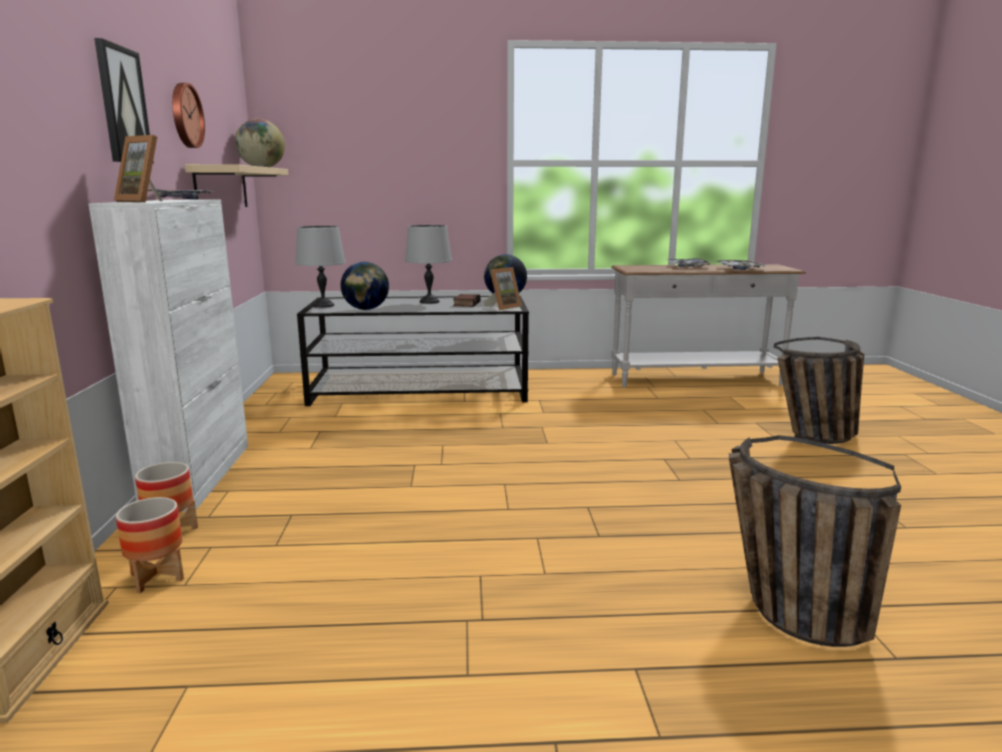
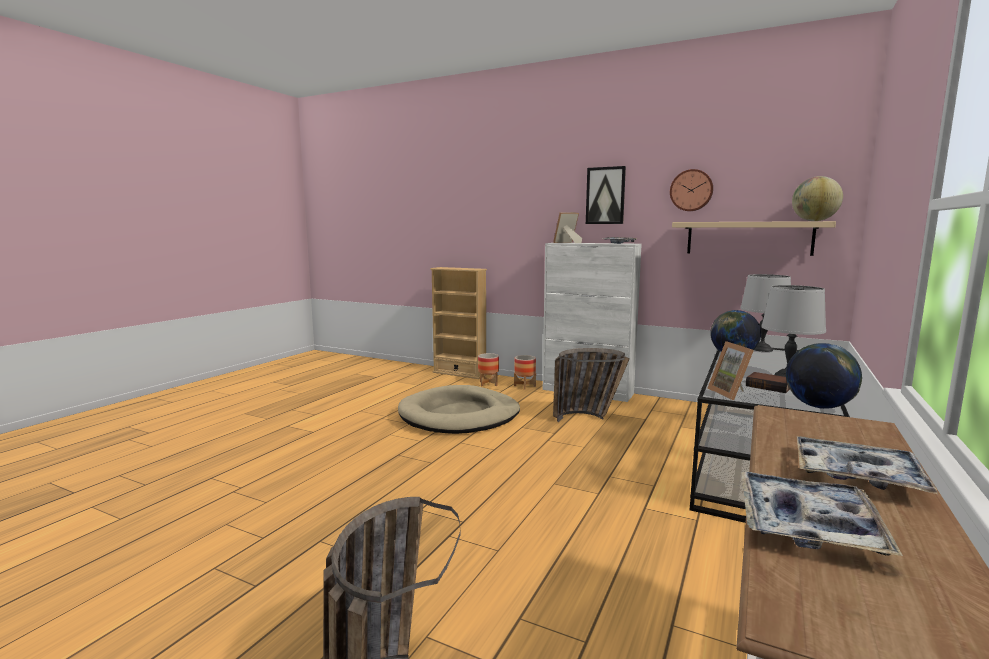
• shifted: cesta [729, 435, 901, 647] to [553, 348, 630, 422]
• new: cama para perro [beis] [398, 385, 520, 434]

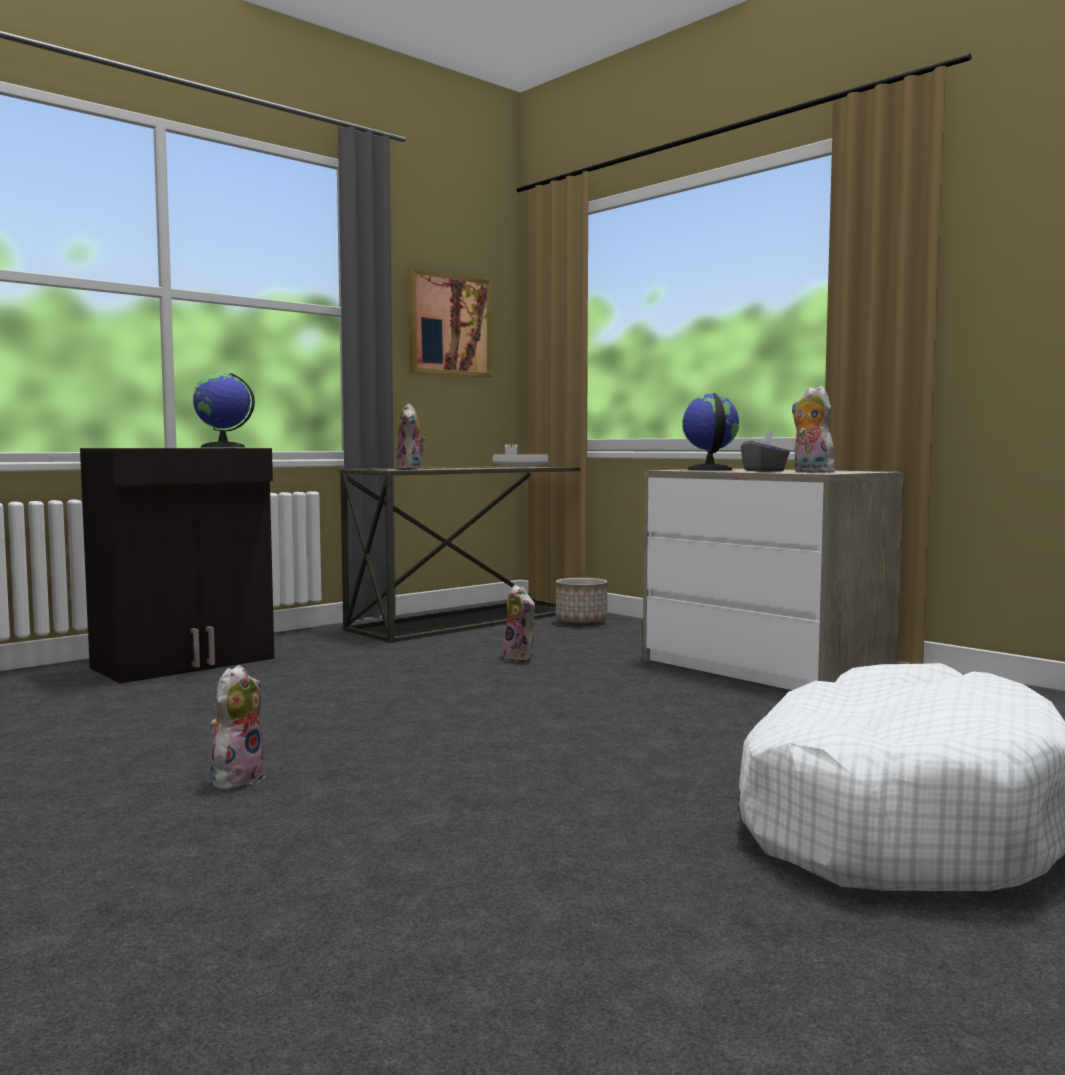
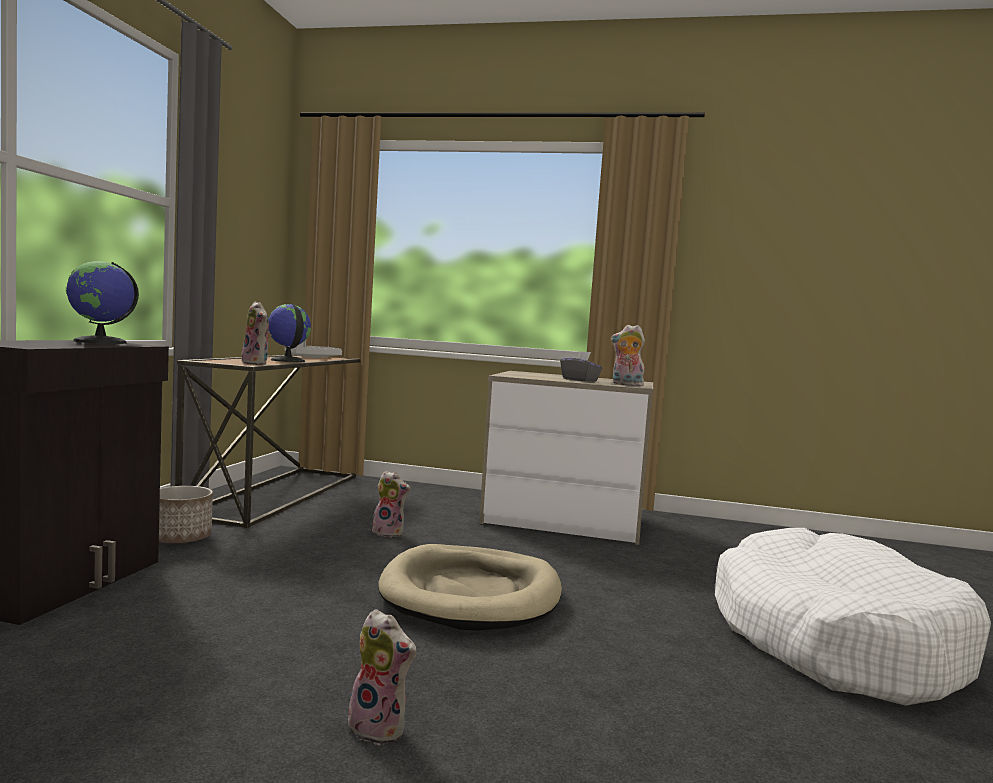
• rotated: peluche [210, 665, 265, 791] = [346, 609, 416, 745] 135 degrees clockwise
• gone: cuadro [408, 269, 491, 377]
• shifted: maceta [556, 578, 607, 625] to [159, 486, 213, 544]
• shifted: globo terráqueo [682, 393, 739, 470] to [268, 304, 311, 362]
• new: cama para perro [beis] [378, 544, 562, 631]

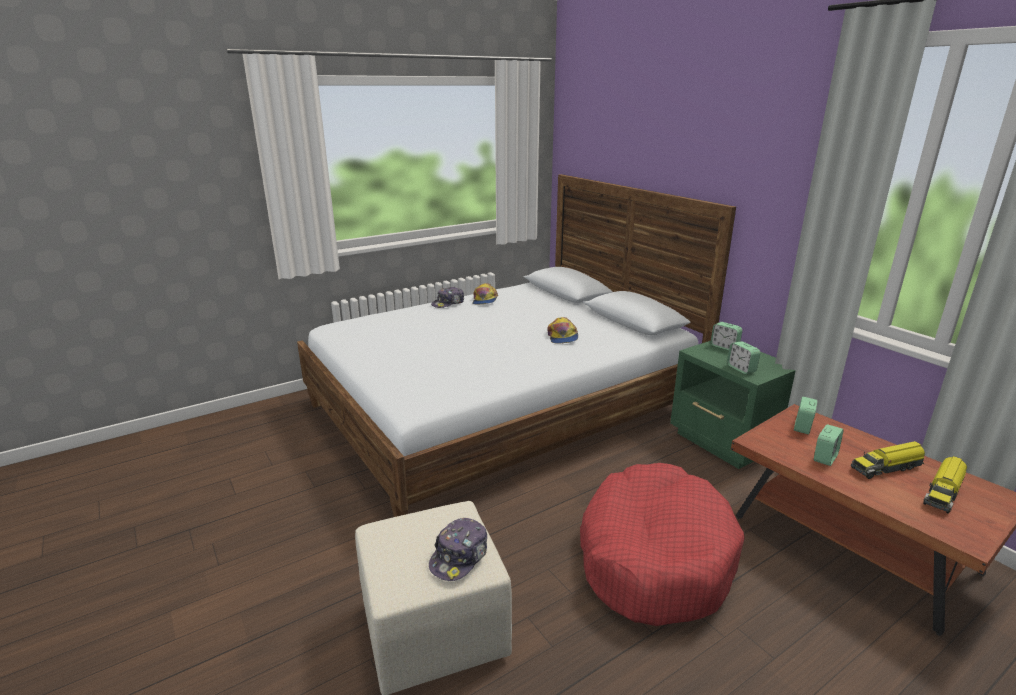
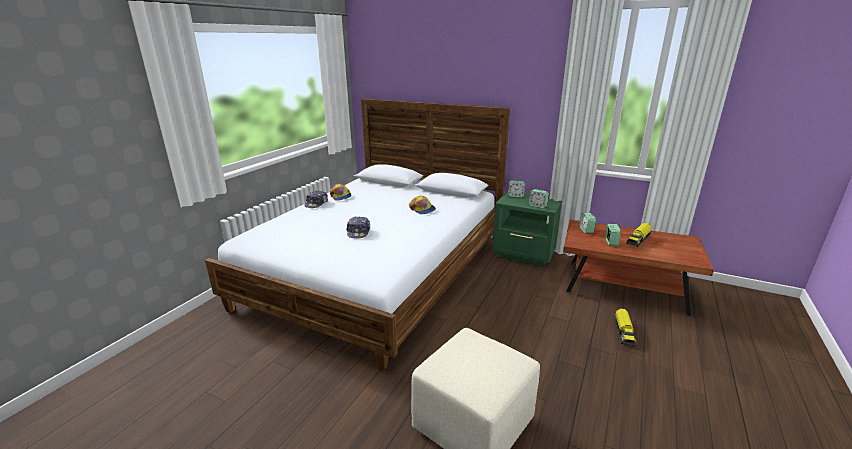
• shifted: gorra [429, 518, 487, 581] to [346, 217, 371, 239]
• gone: cama para perro [rojo] [580, 463, 745, 626]
• shifted: camión de juguete [923, 456, 967, 514] to [615, 308, 636, 346]

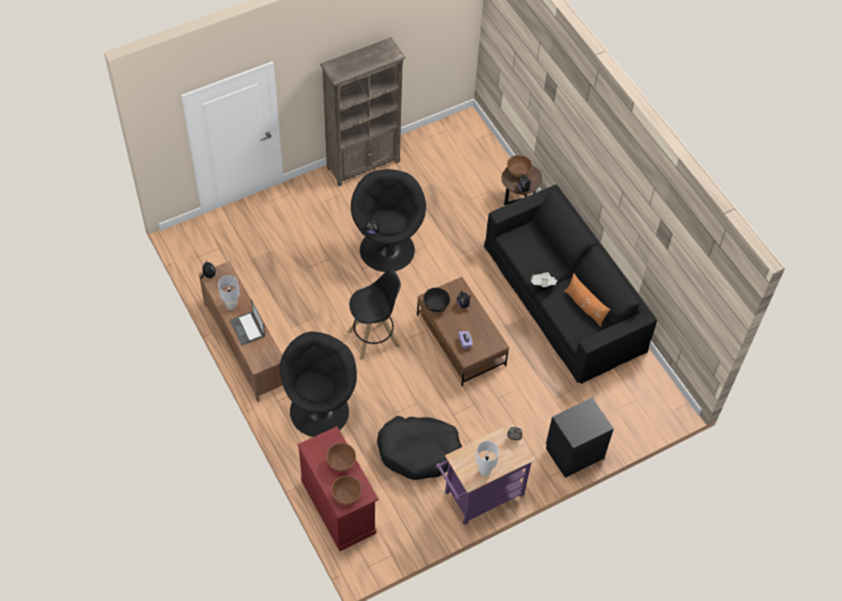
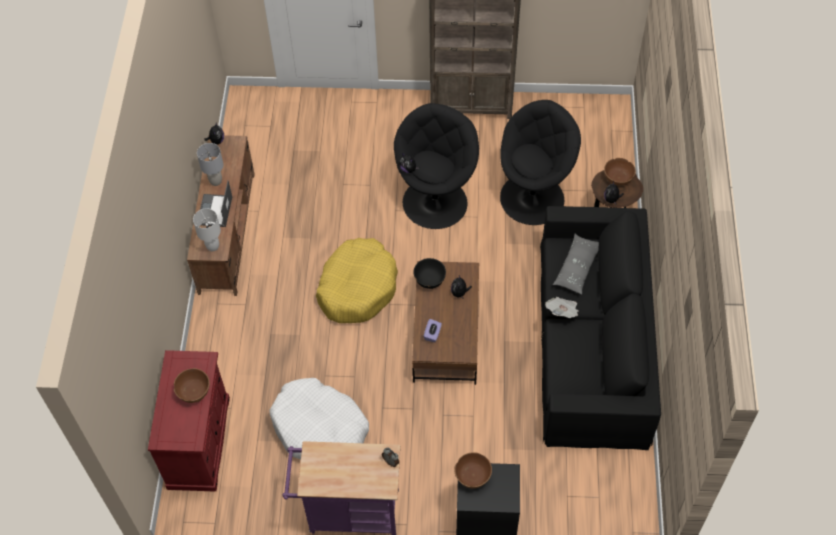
• shifted: sillón [negro] [279, 331, 357, 437] to [500, 100, 581, 225]
• shifted: cuenco [marrón] [332, 476, 362, 505] to [454, 452, 492, 489]
• swapped: taburete [negro] [348, 269, 401, 360] to cama para perro [amarillo] [316, 238, 398, 323]
• repainted: cama para perro [negro] [377, 416, 462, 480] to cama para perro [blanco] [269, 378, 369, 459]
• shifted: lámpara de mesa [blanco] [476, 441, 499, 476] to [193, 208, 221, 251]
• gone: cojín [naranja] [565, 274, 610, 327]
• new: cojín [gris] [553, 234, 599, 295]

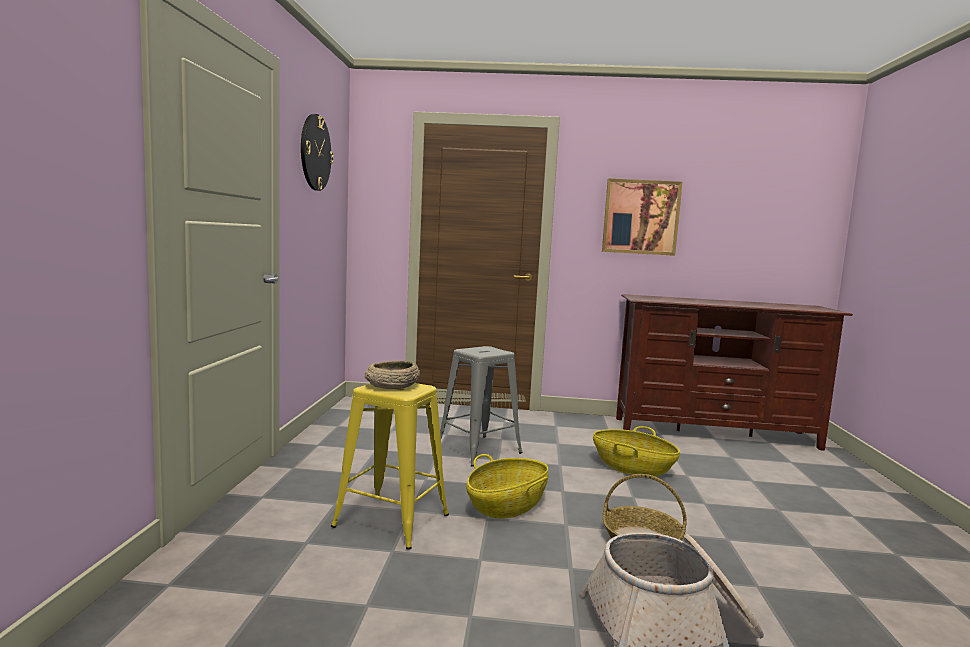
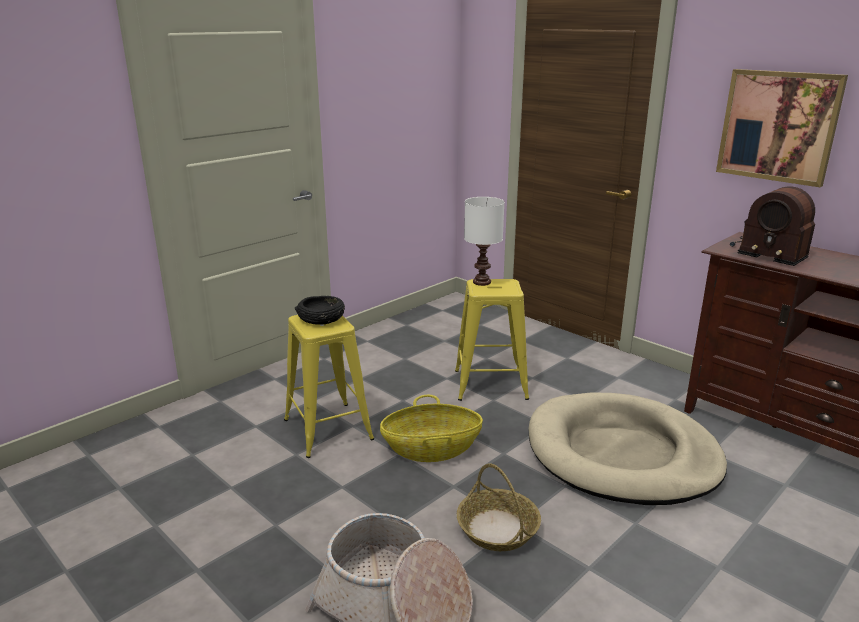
• gone: reloj de pared [301, 114, 334, 191]
• repainted: cuenco [beis] [365, 361, 420, 389] to cuenco [negro] [295, 296, 345, 325]
• repainted: taburete [gris] [440, 346, 523, 467] to taburete [amarillo] [455, 279, 529, 401]
• swapped: cesta [593, 426, 680, 477] to cama para perro [beis] [529, 393, 727, 505]
• new: lámpara de mesa [blanco] [464, 197, 505, 286]
• new: radio [730, 186, 815, 266]

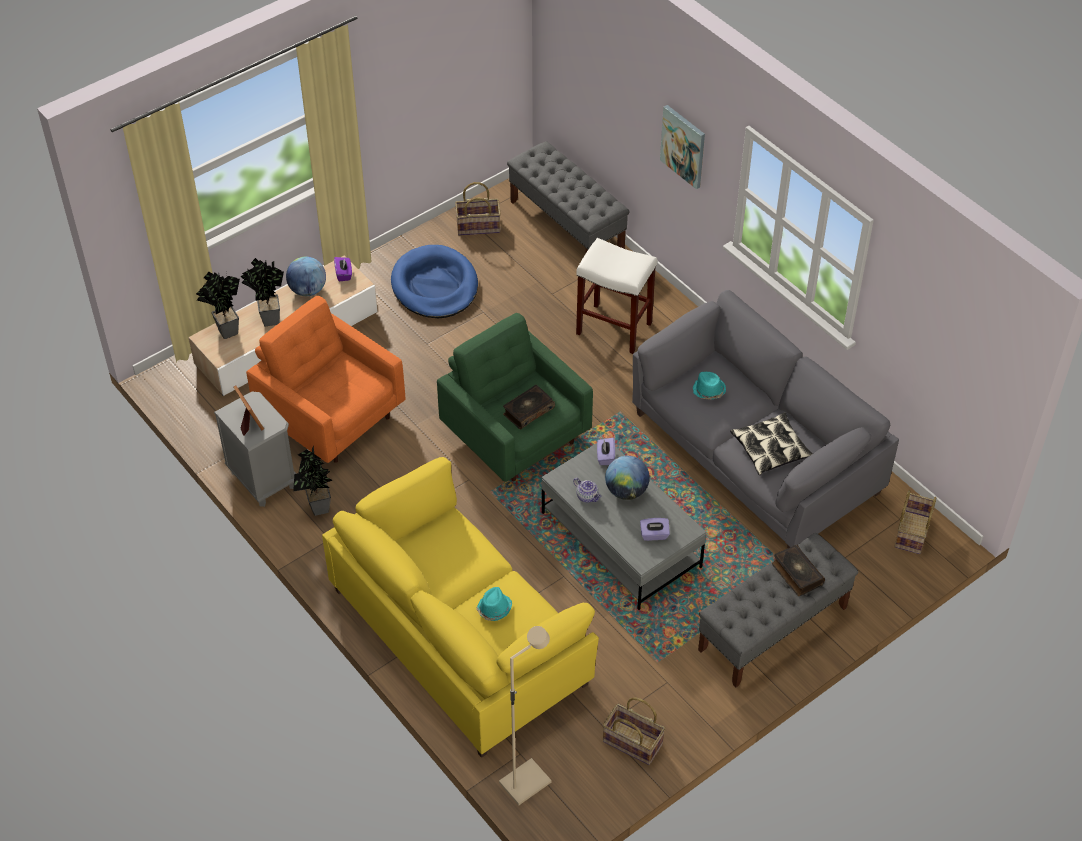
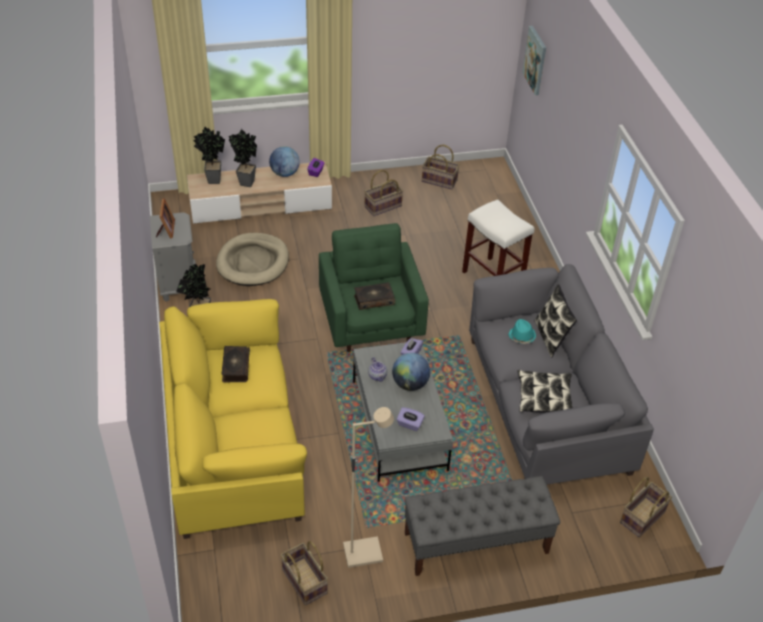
• swapped: sillón [naranja] [246, 296, 405, 463] to cama para perro [beis] [216, 233, 289, 286]
• swapped: cama para perro [azul] [391, 245, 478, 318] to cesta [364, 170, 403, 216]
• gone: sombrero [turquesa] [476, 587, 512, 621]
• shifted: lámpara de pie [beis] [499, 626, 551, 805] to [343, 407, 394, 568]
• gone: banco [gris] [507, 141, 629, 252]
• shifted: cuadro [660, 105, 705, 189] to [522, 26, 546, 95]
• shifted: libro [772, 545, 825, 596] to [221, 346, 250, 382]
• new: cojín [534, 284, 577, 357]

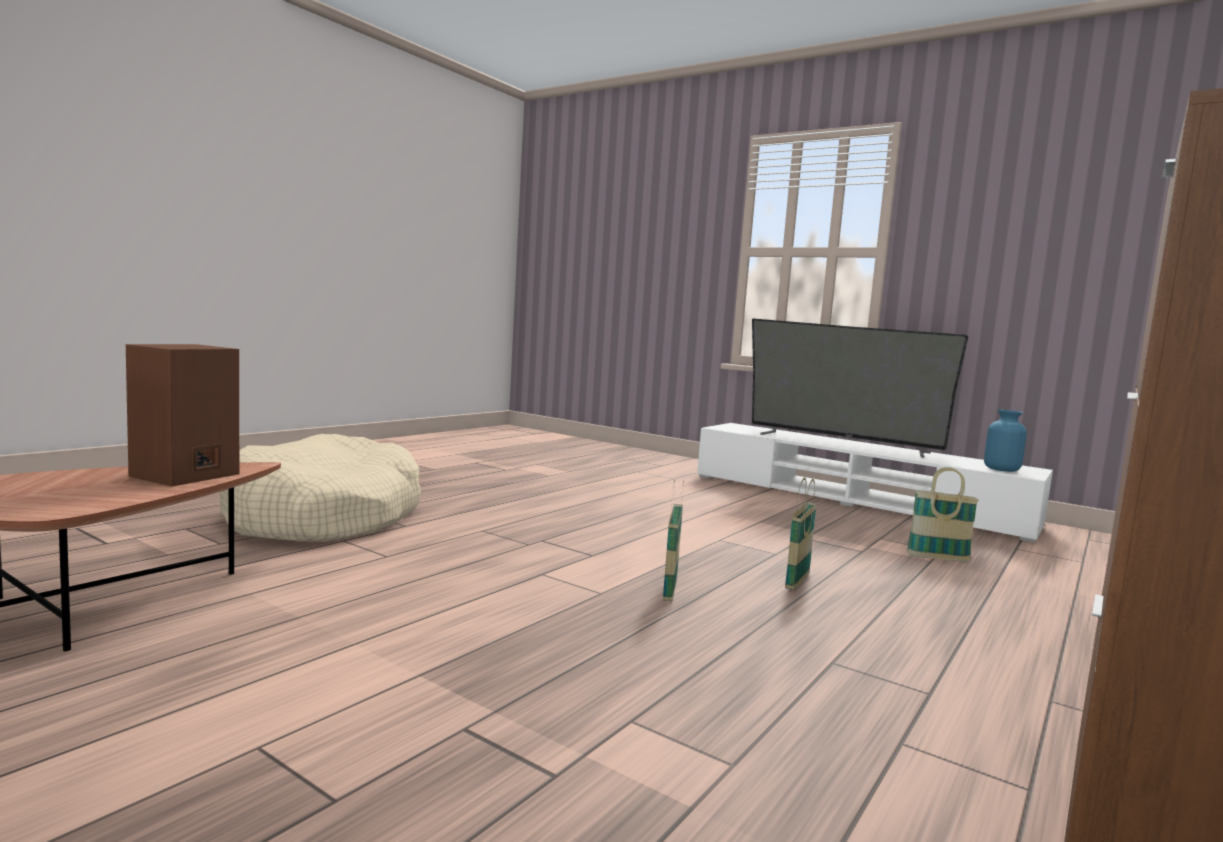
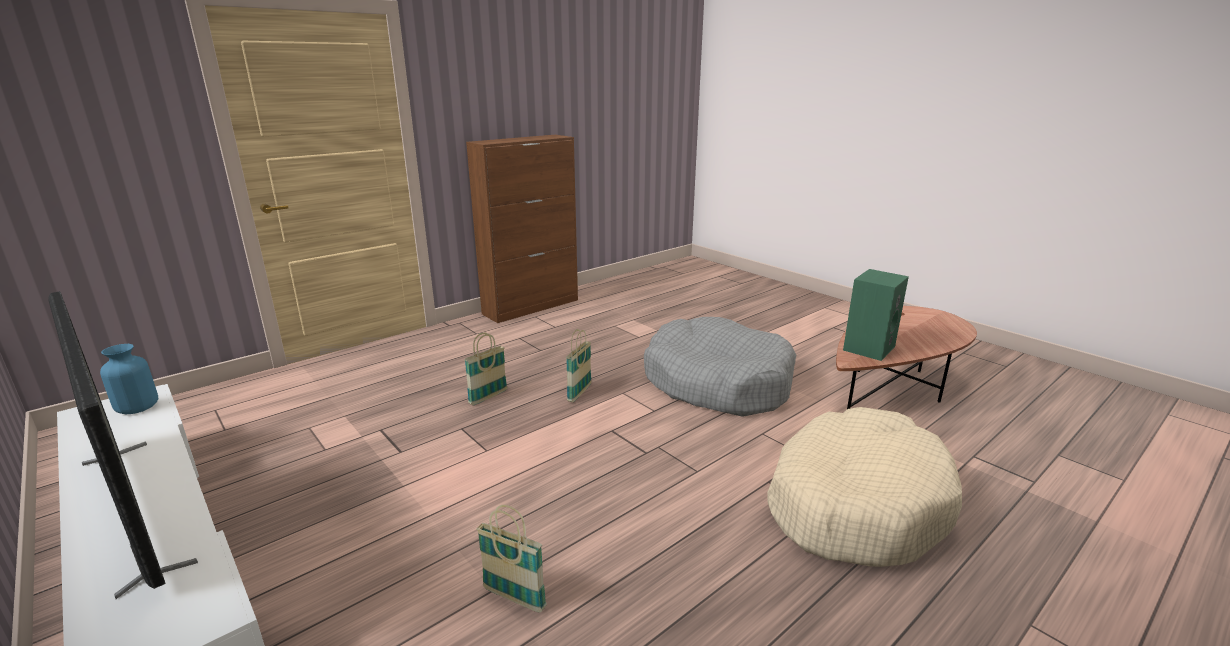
• repainted: altavoz [marrón] [126, 344, 239, 487] to altavoz [verde] [843, 269, 909, 361]
• shifted: cesta [907, 467, 979, 561] to [476, 505, 547, 612]
• new: cama para perro [gris] [644, 317, 796, 417]

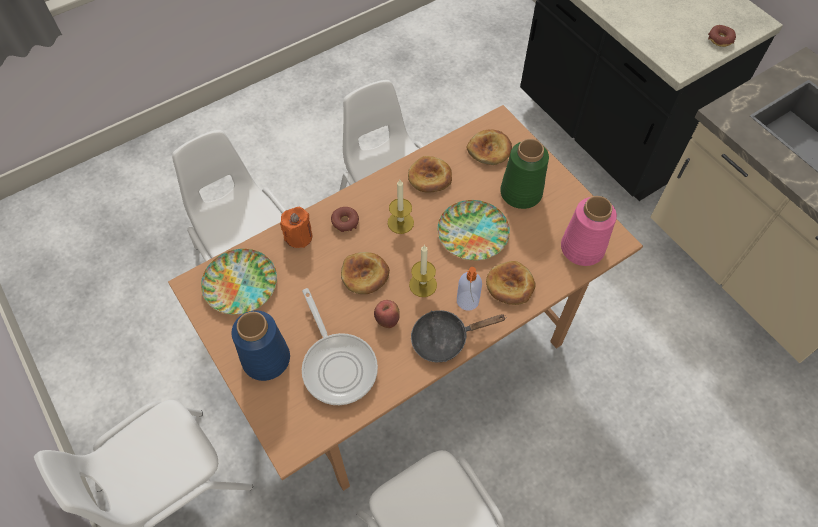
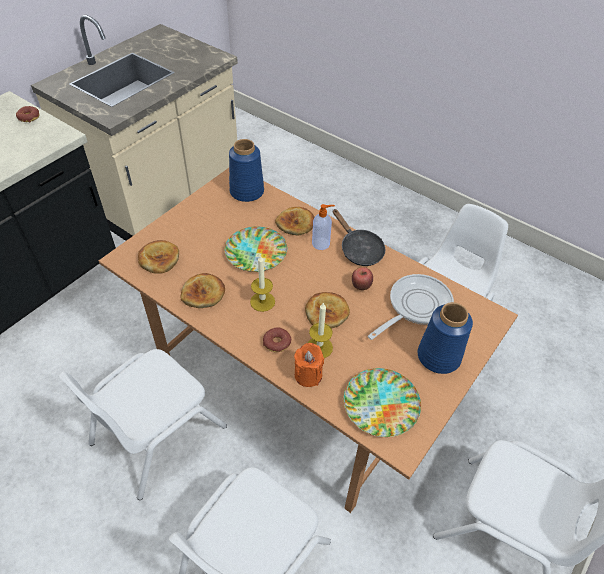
• shifted: vela [409, 245, 437, 297] to [308, 303, 333, 358]
• gone: florero [verde] [500, 139, 549, 209]
• repainted: florero [rosa] [561, 196, 617, 266] to florero [azul] [229, 139, 264, 202]

